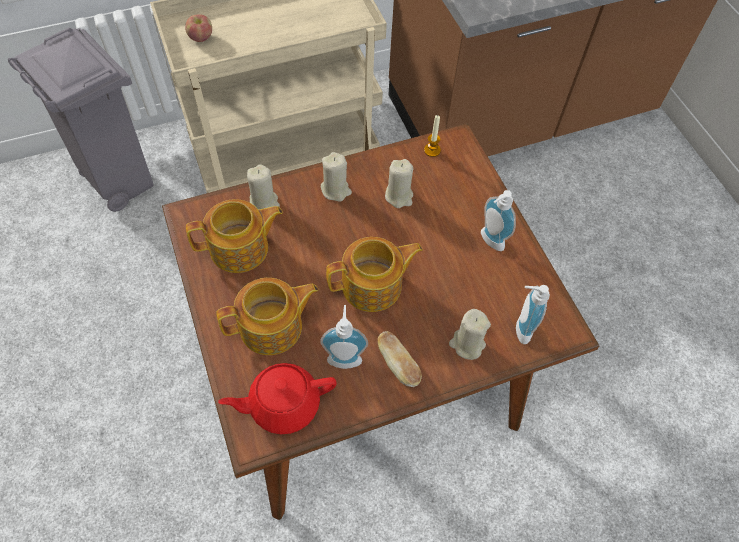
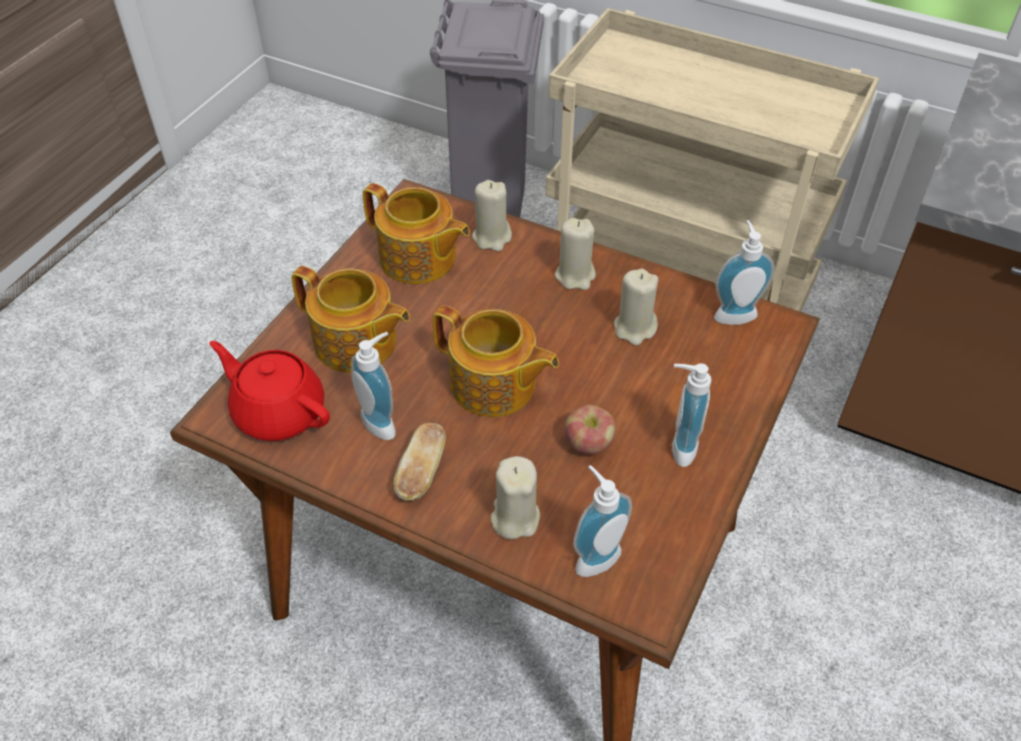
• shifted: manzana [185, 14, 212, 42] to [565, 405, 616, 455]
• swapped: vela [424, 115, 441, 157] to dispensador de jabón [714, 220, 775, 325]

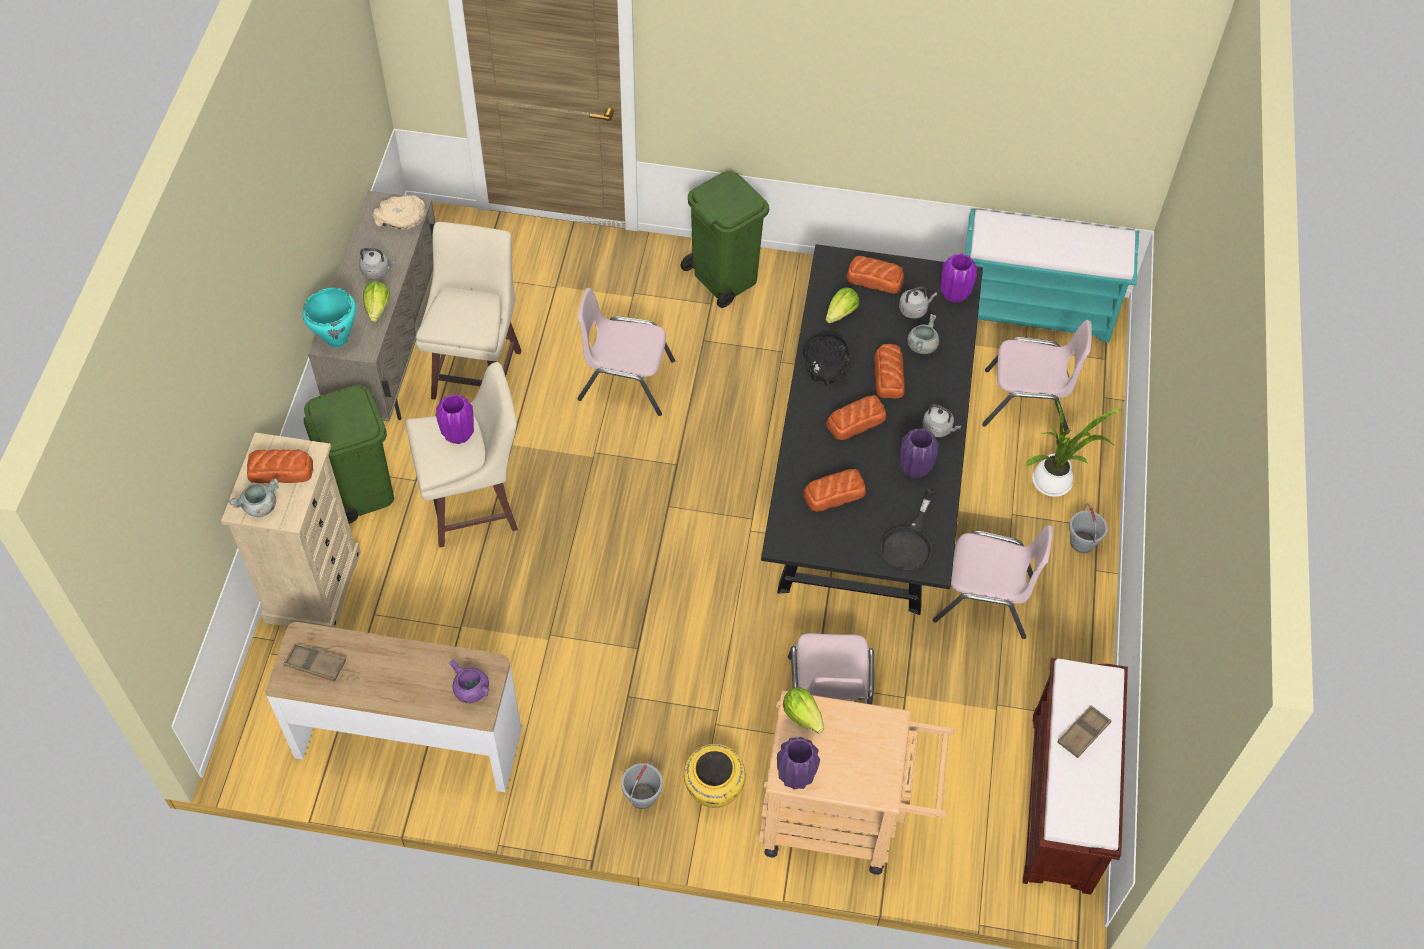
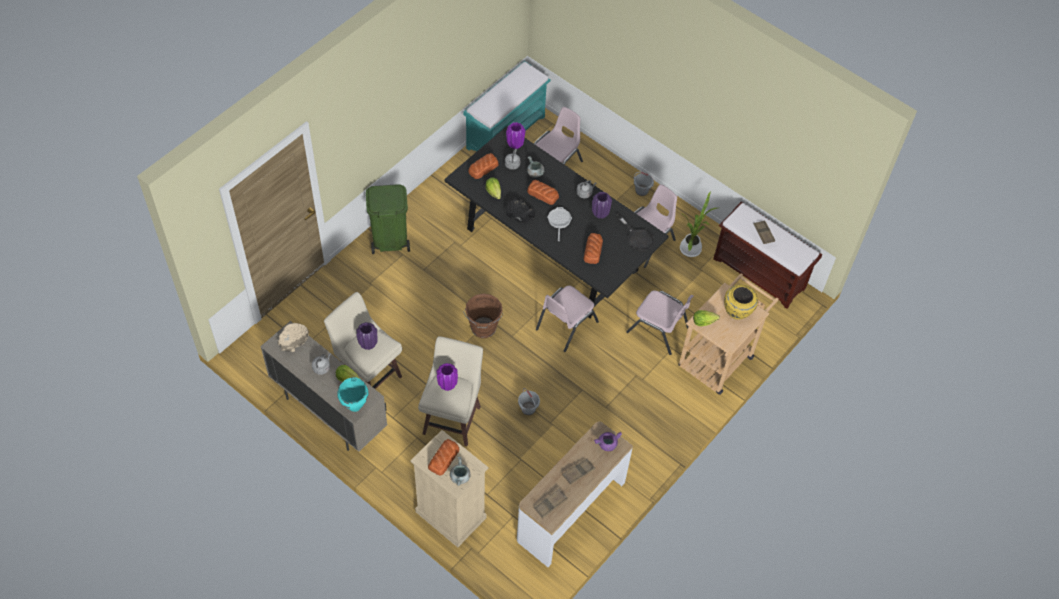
• gone: papelera [verde] [303, 385, 394, 524]
• shifted: silla [rosa] [577, 288, 675, 416] to [536, 285, 599, 352]
• shifted: cubo [gris] [621, 760, 663, 809] to [518, 388, 540, 415]
• shifted: florero [amarillo] [684, 744, 746, 808] to [724, 284, 758, 320]
• shifted: florero [morado] [777, 737, 820, 790] to [356, 322, 377, 350]
• swapped: pan [826, 395, 886, 440] to sartén [547, 207, 572, 241]
• shifted: planta en maceta [1025, 402, 1122, 497] to [680, 192, 720, 257]
• new: cubo [marrón] [463, 293, 503, 338]
• new: bandeja [marrón] [562, 458, 595, 485]

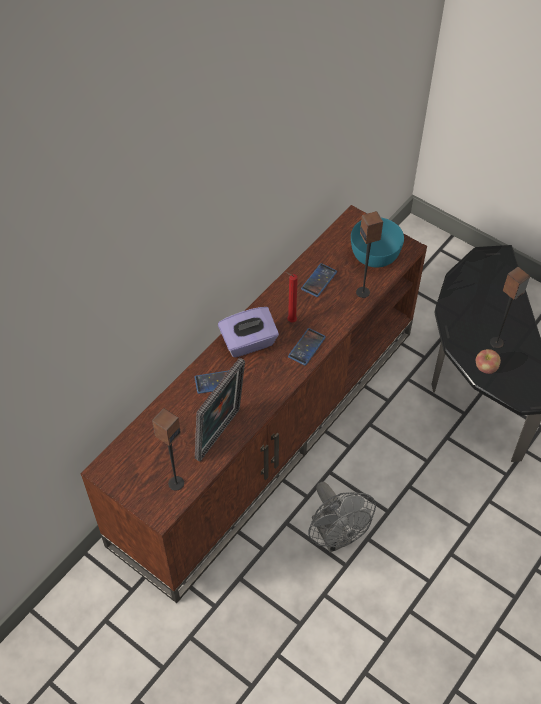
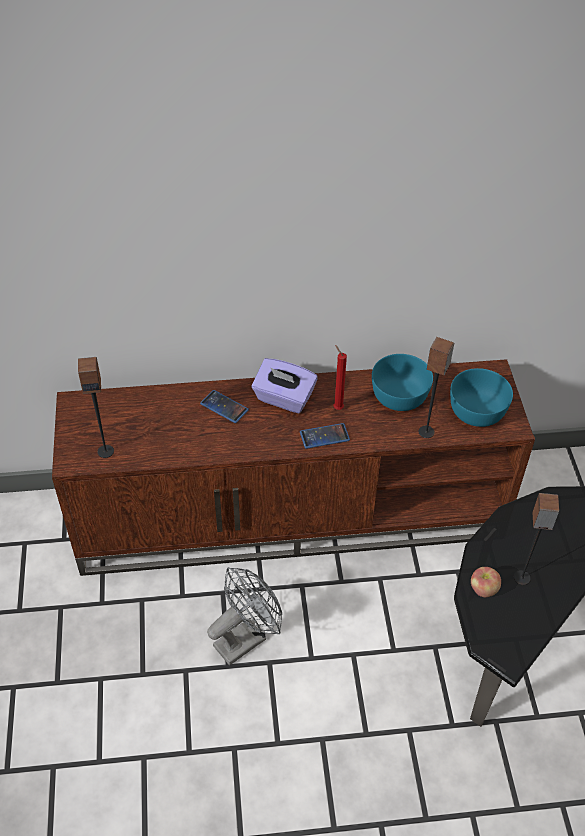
• gone: portarretratos [195, 358, 245, 461]
• swapped: móvil [301, 263, 337, 297] to cuenco [turquesa] [372, 354, 433, 411]
• rotated: ventilador [gris] [309, 482, 376, 553] = [207, 567, 282, 665] 150 degrees counterclockwise

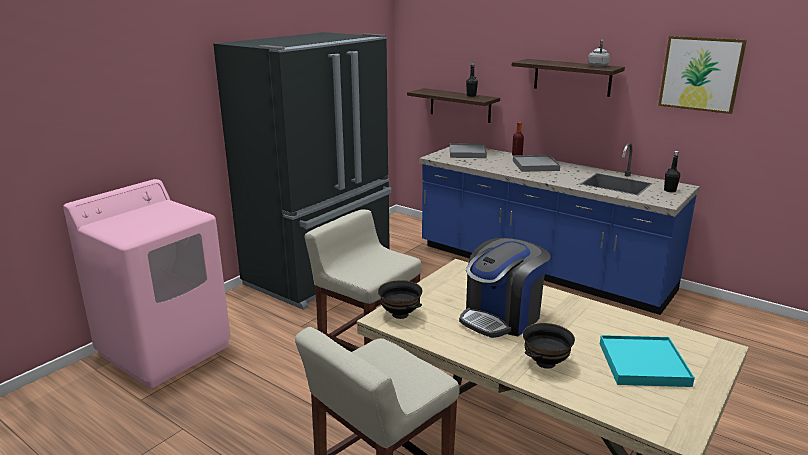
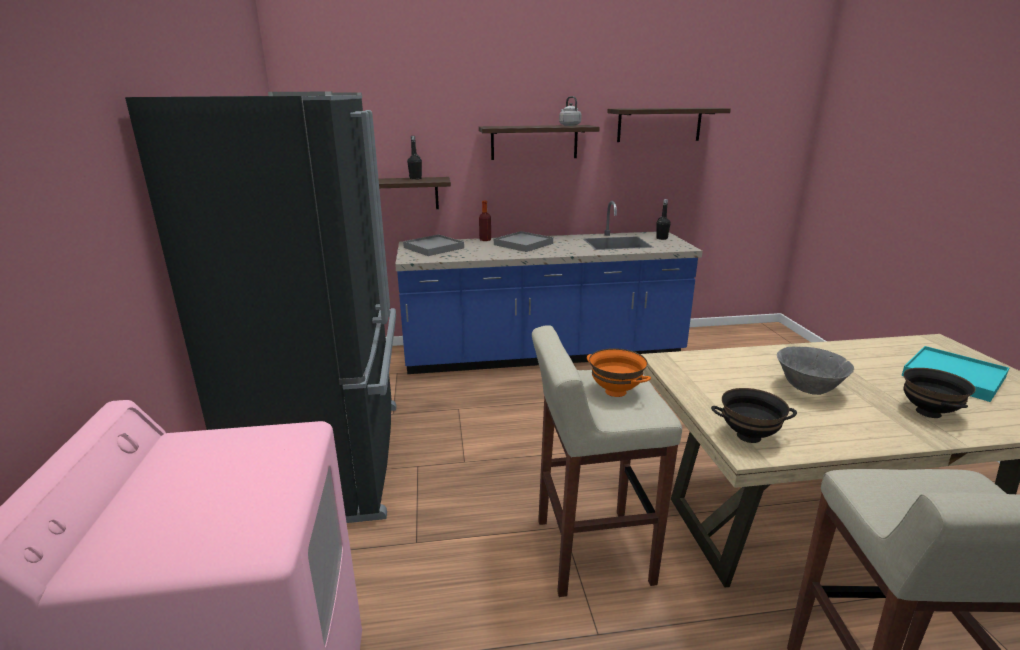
• swapped: cafetera [459, 238, 551, 338] to cuenco [gris] [777, 347, 854, 395]
• swapped: cuadro [658, 36, 747, 114] to estante [607, 108, 731, 142]
• new: cuenco [naranja] [587, 348, 651, 397]

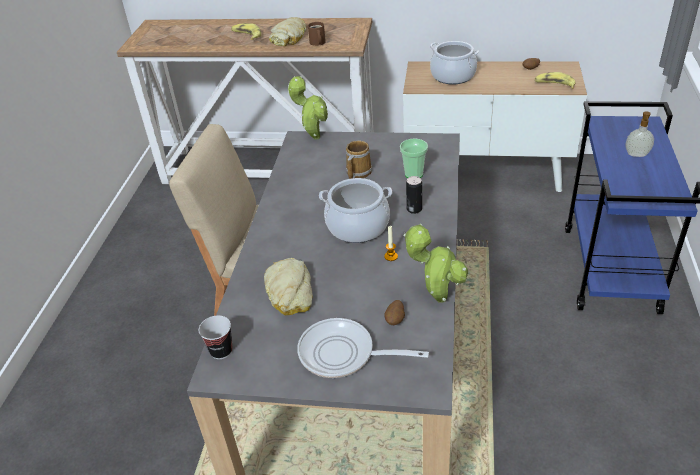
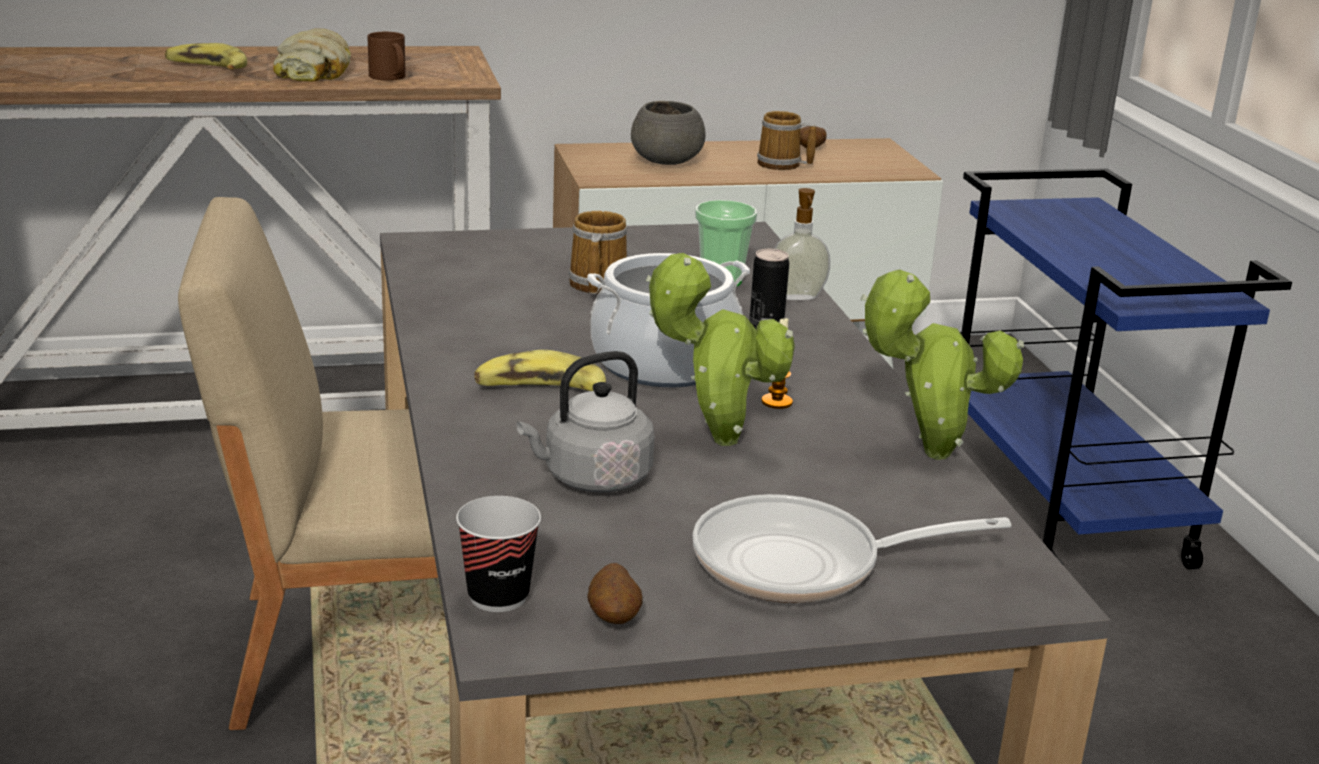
• swapped: pan [264, 258, 313, 315] to hervidor [gris] [516, 351, 654, 493]
• shifted: planta en maceta [288, 76, 328, 140] to [646, 253, 795, 446]
• shifted: patata [384, 300, 405, 325] to [587, 563, 643, 624]
• swapped: olla [430, 41, 479, 85] to cuenco [gris] [631, 101, 706, 165]
• shifted: plátano [535, 72, 576, 89] to [474, 350, 606, 391]
• shifted: dispensador de jabón [625, 111, 654, 157] to [774, 188, 830, 300]
• new: taza grande [757, 111, 816, 170]

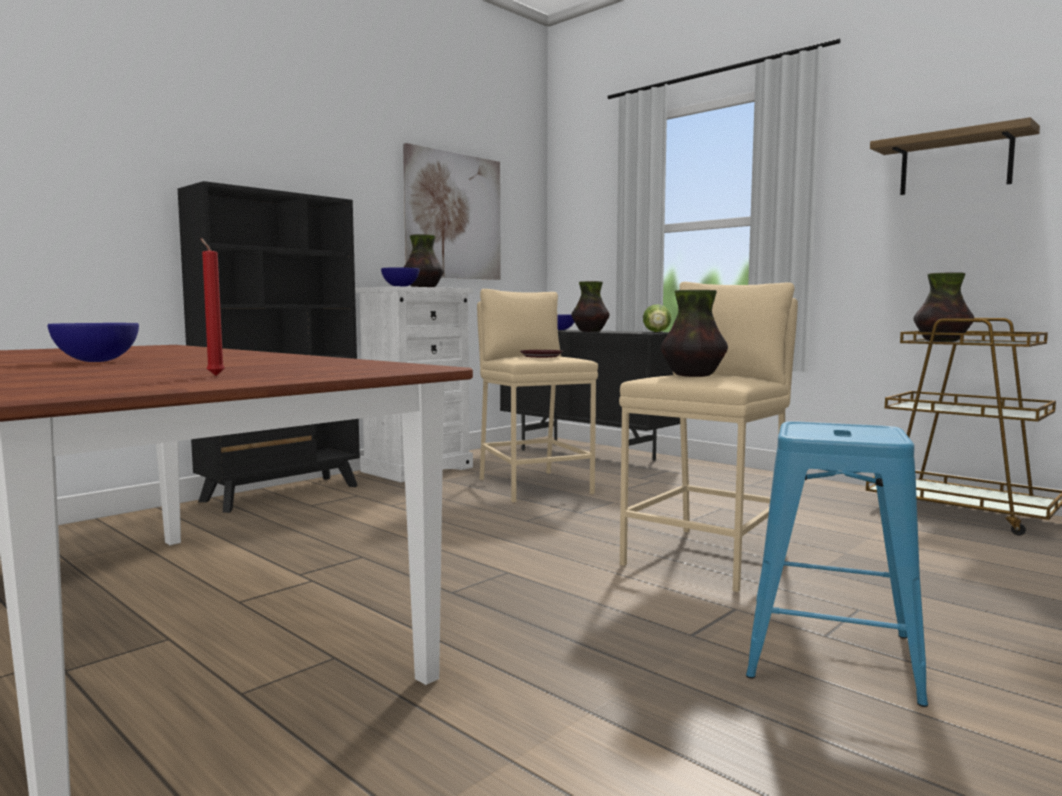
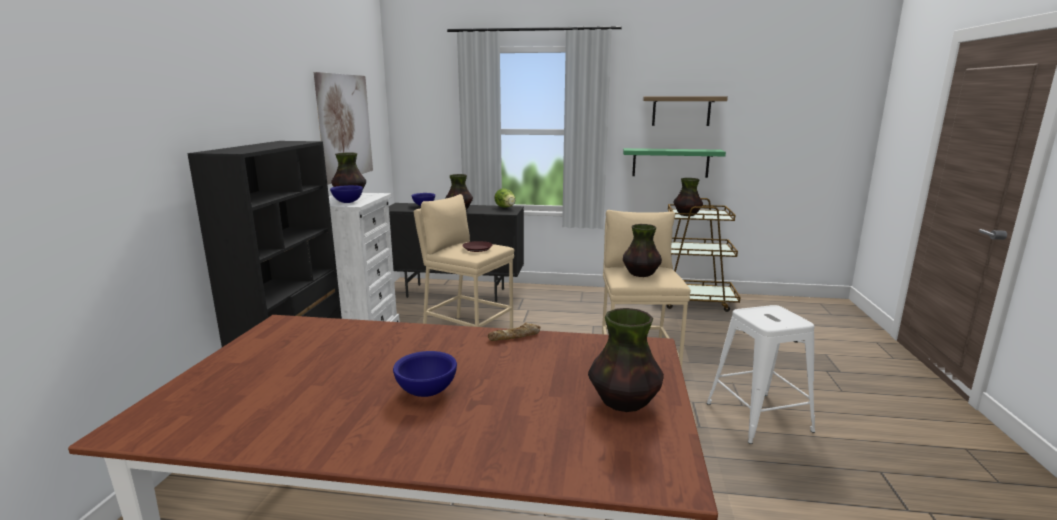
• swapped: vela [rojo] [201, 238, 225, 376] to florero [588, 308, 664, 412]
• repainted: taburete [azul] [746, 421, 928, 707] to taburete [blanco] [707, 305, 815, 444]
• new: pan [488, 322, 541, 341]
• new: estante [verde] [623, 148, 726, 178]

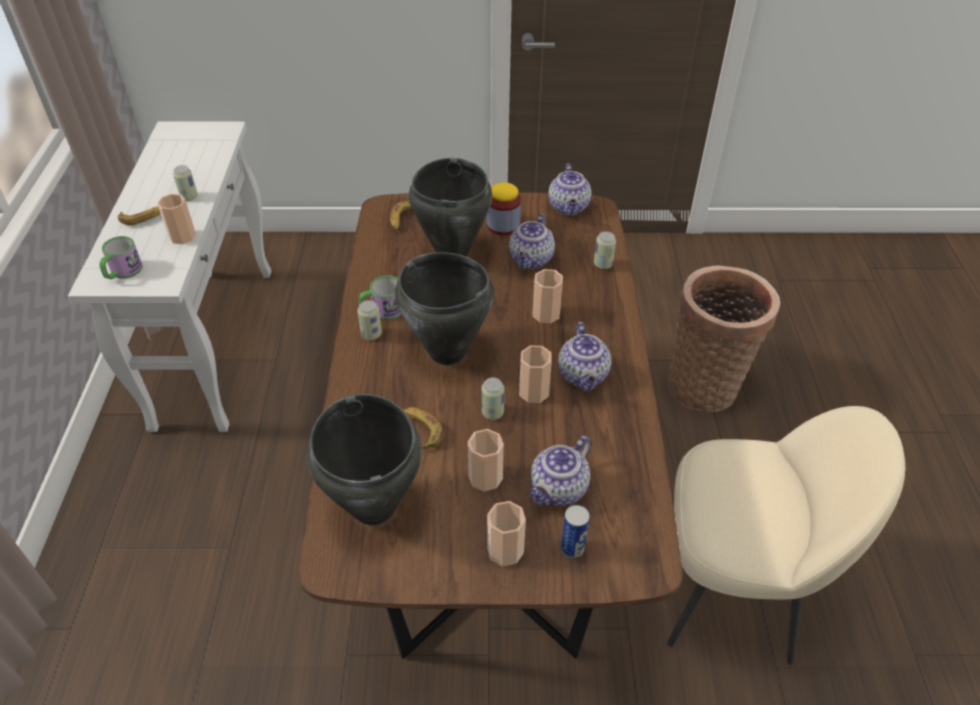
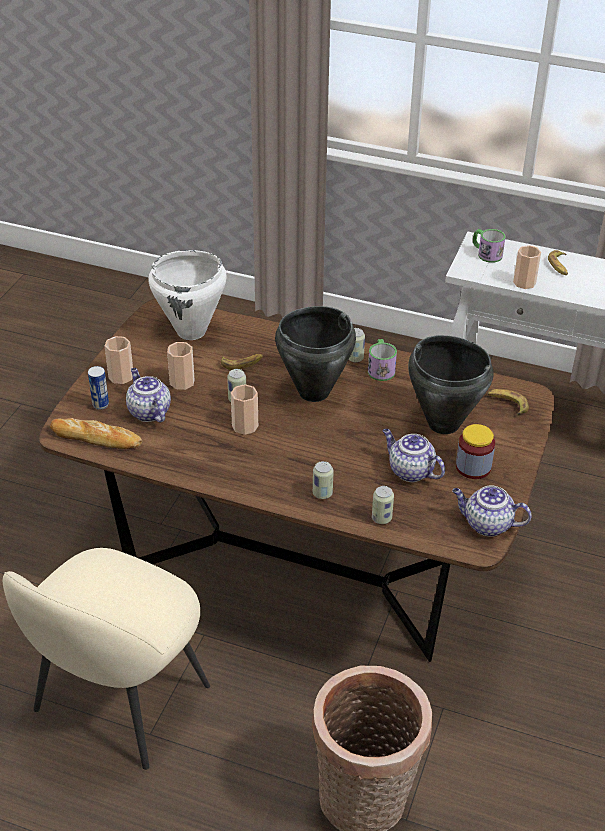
• shifted: lata [173, 165, 198, 201] to [313, 461, 334, 499]
• repainted: olla [negro] [307, 394, 422, 525] to olla [blanco] [149, 250, 227, 340]
• gone: taza [532, 269, 563, 323]
• gone: tetera [558, 322, 611, 392]
• new: pan [50, 418, 142, 449]

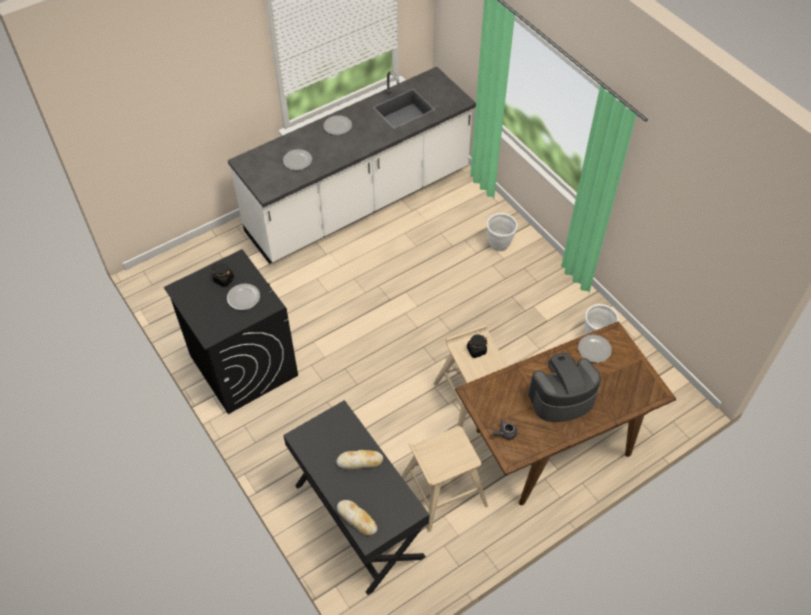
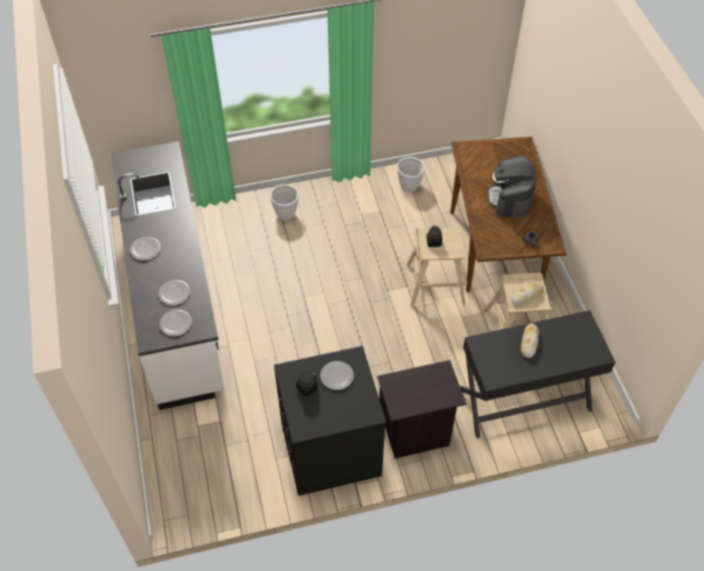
• shifted: pan [337, 500, 377, 536] to [511, 283, 544, 305]
• shifted: plato [578, 335, 612, 362] to [160, 310, 192, 336]
• new: mesita de noche [negro] [377, 360, 466, 459]

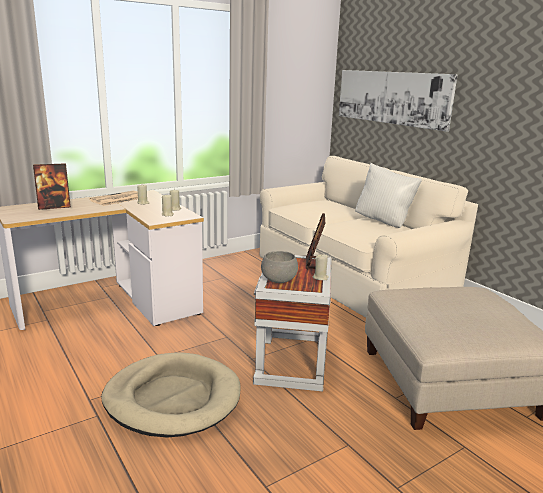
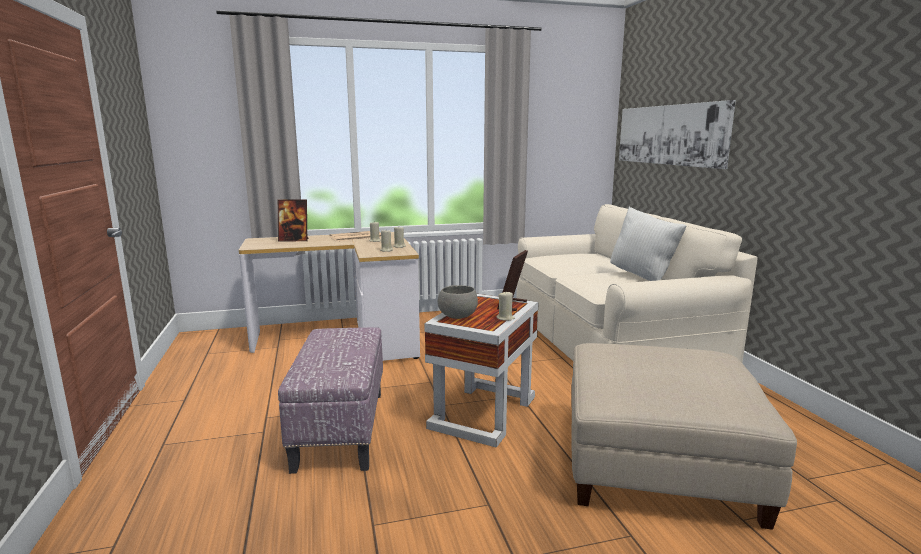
• swapped: cama para perro [beis] [101, 352, 241, 437] to puf [278, 327, 383, 474]

